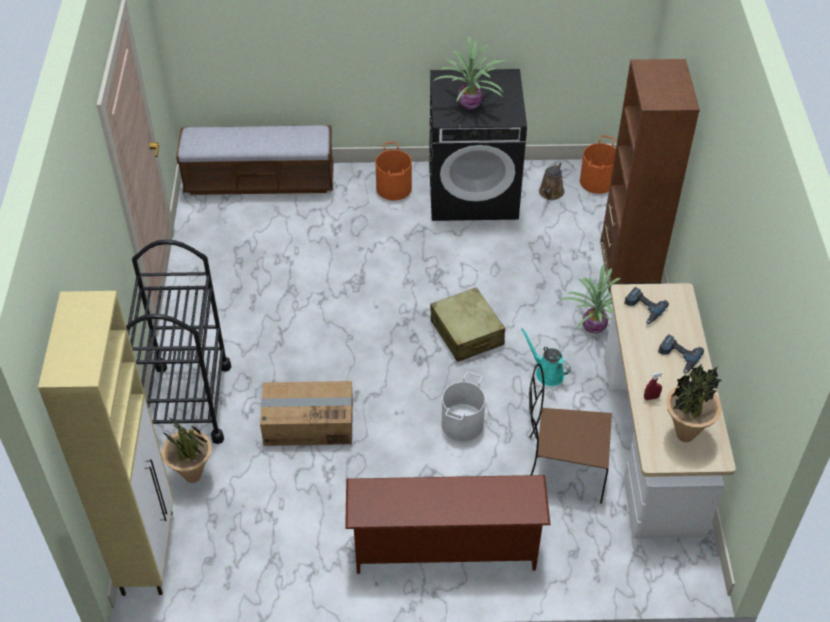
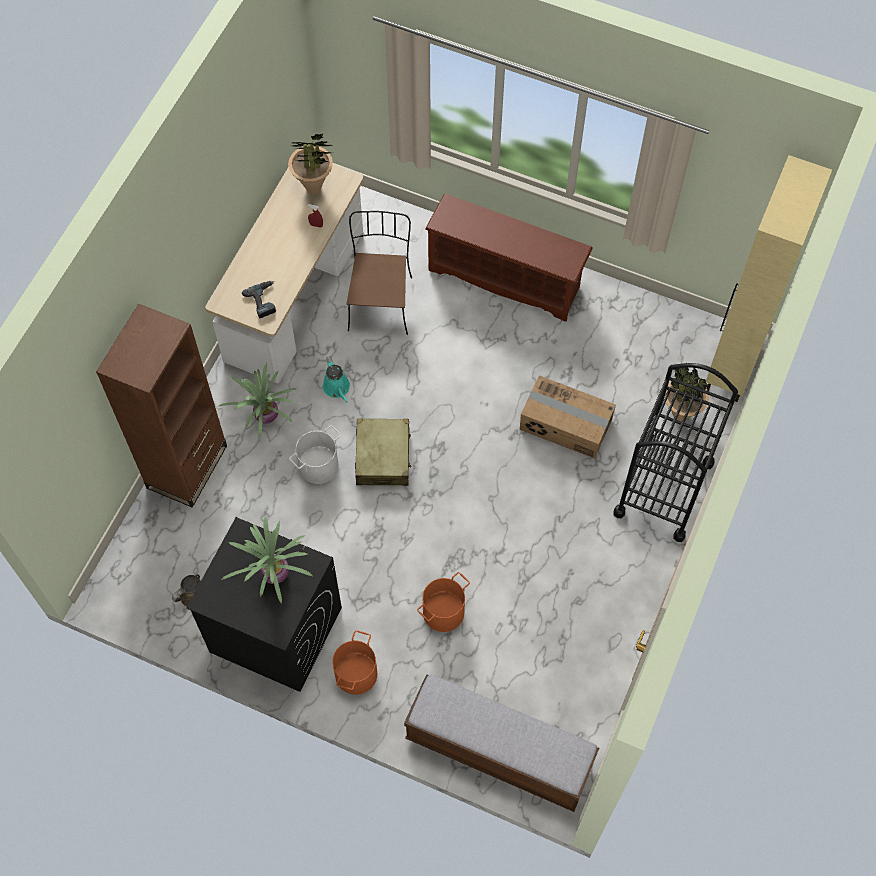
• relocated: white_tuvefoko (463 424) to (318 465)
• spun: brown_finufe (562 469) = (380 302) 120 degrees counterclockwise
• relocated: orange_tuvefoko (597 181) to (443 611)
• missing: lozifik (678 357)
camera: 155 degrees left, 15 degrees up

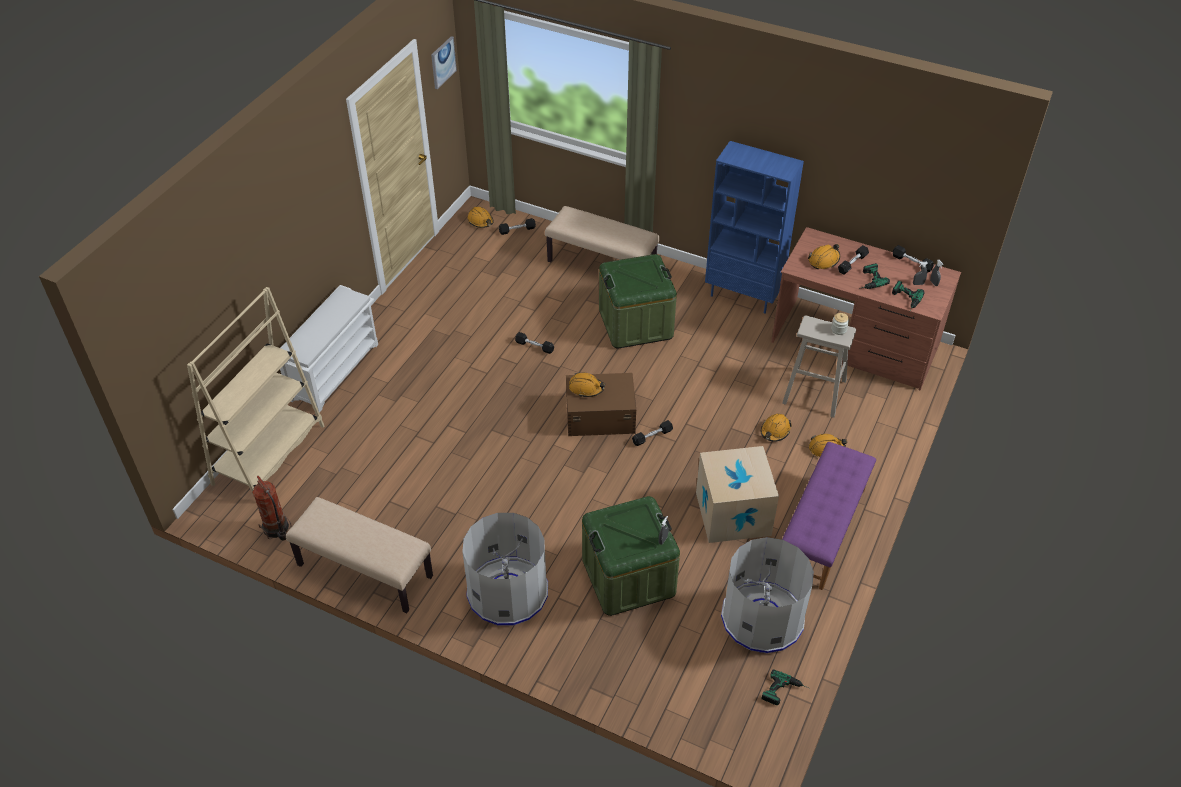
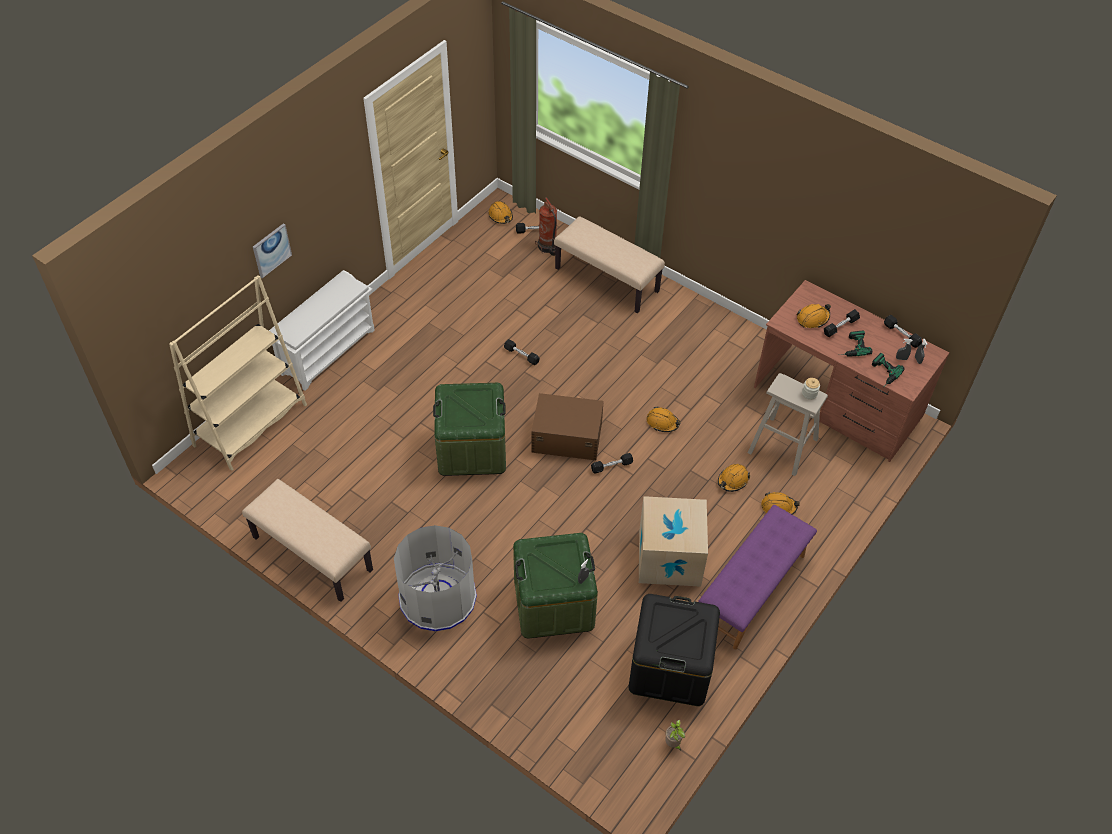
• relocated: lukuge (443 62) to (271 250)
• relocated: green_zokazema (635 323) to (472 449)
• relocated: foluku (276 529) to (547 247)
• exchanged: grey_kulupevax (762 618) to black_zokazema (670 667)
• relocated: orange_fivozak (586 388) to (662 422)
• exchanged: lozifik (785 692) to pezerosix (673 744)
• missing: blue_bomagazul (743 296)
camera: 10 degrees right, 5 degrees up

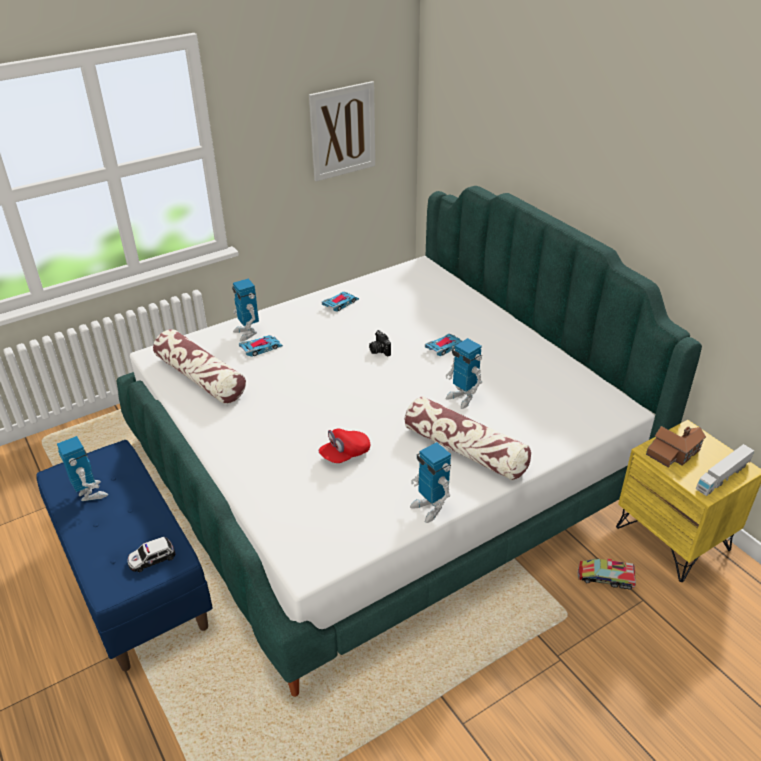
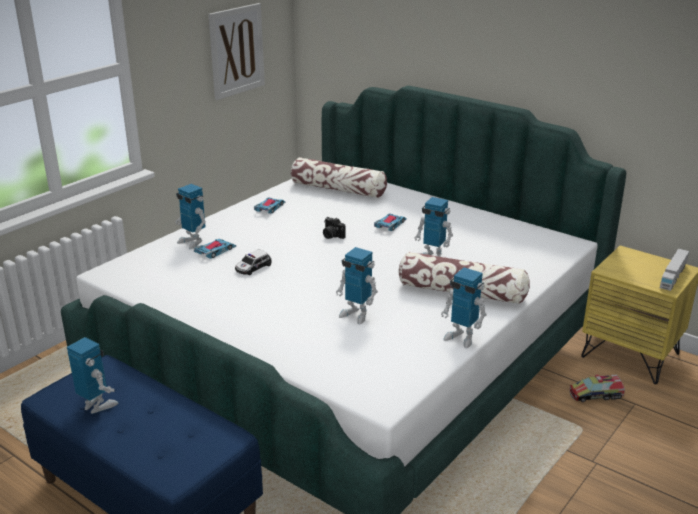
• relocated: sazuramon (151 558) to (253 268)
• relocated: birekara (201 378) to (338 189)
• exchanged: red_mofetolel (345 454) to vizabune (356 314)
• missing: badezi (673 452)
camera: 20 degrees left, 10 degrees down

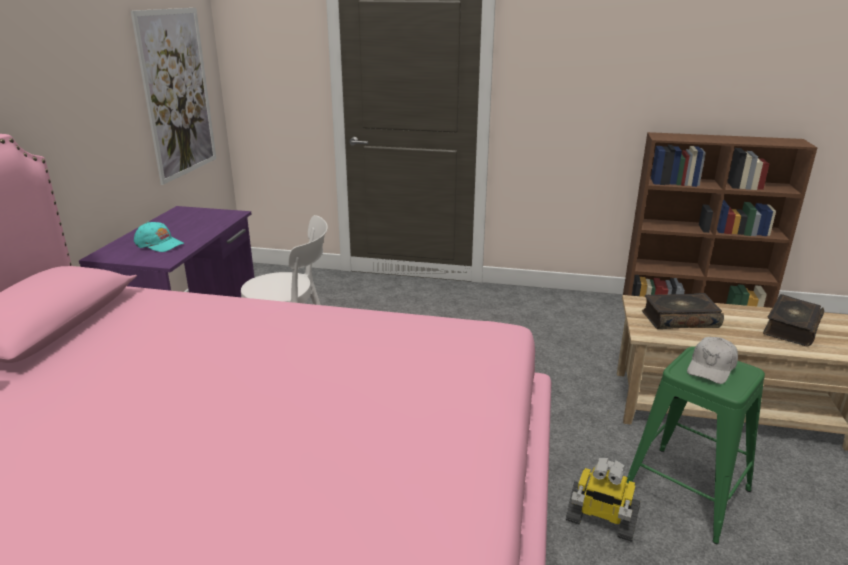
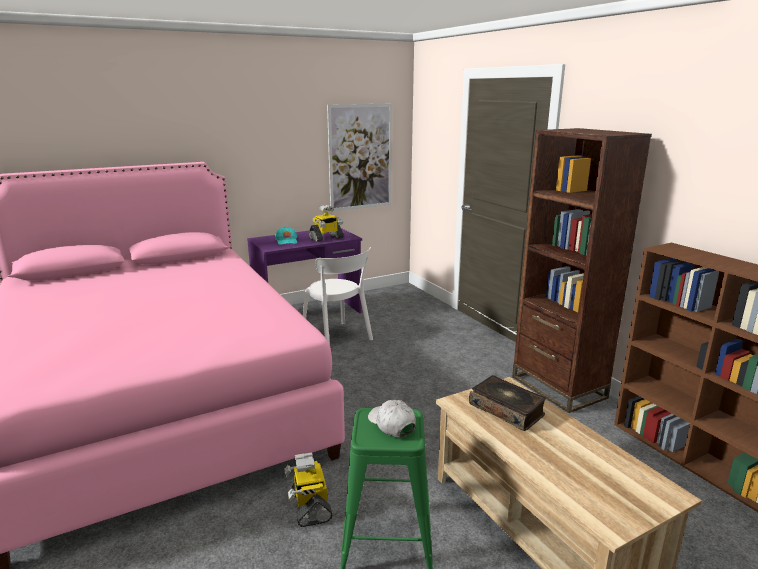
• appeared: vizabune (326 238)
• spun: white_mofetolel (711 368) = (392 424) 60 degrees clockwise
• appeared: brown_bomagazul (558 387)
• missing: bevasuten (790 328)
camera: 50 degrees right, 5 degrees down

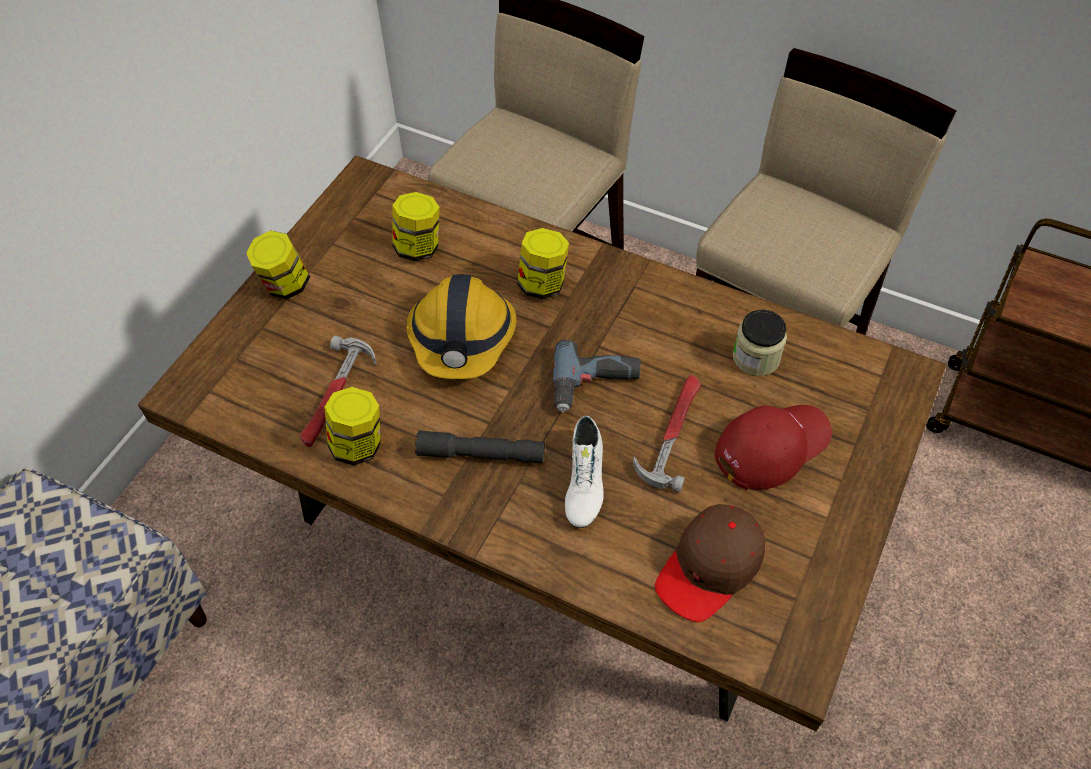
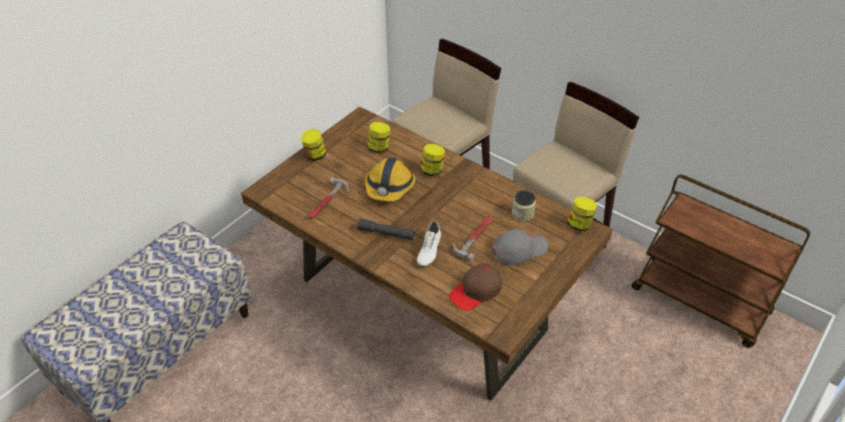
• colour: red_mofetolel (771 446) to grey_mofetolel (519 249)
• relocated: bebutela (358 444) to (579 224)
• missing: lozifik (595 385)
camera: 10 degrees right, 10 degrees down

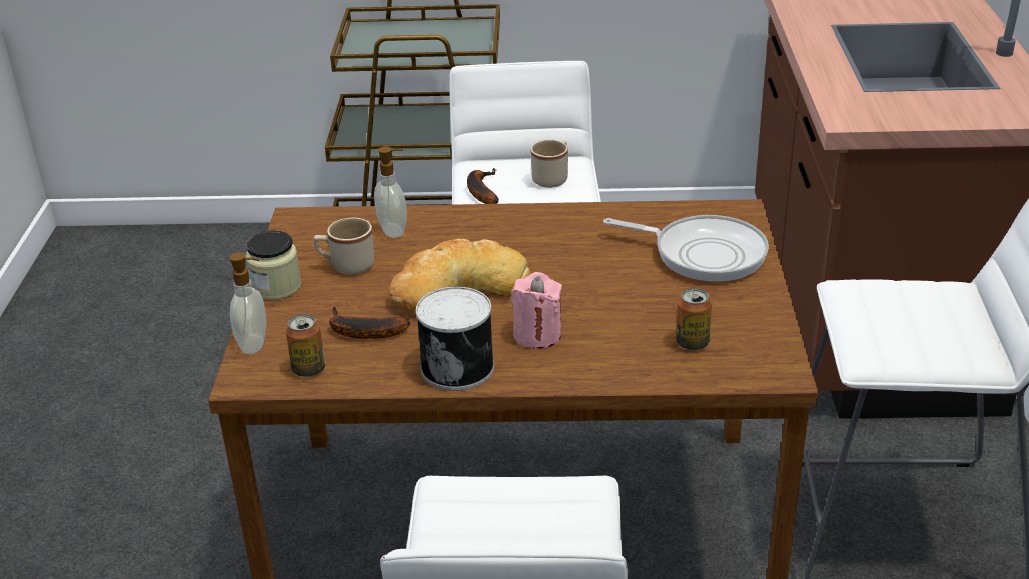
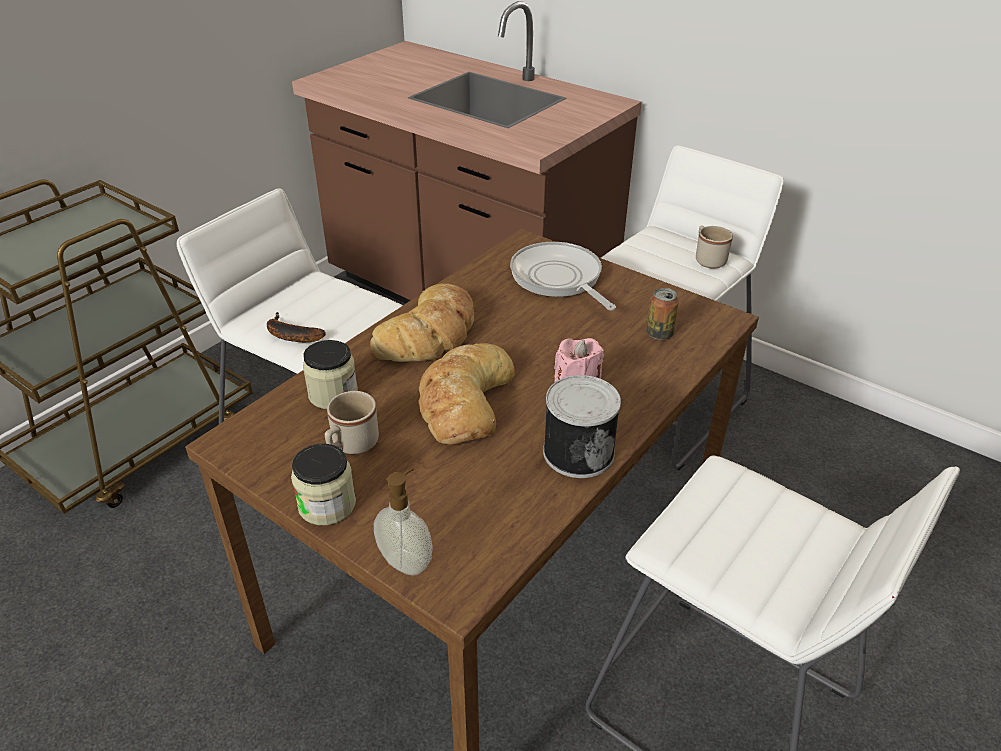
• exchanged: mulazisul (394 230) to bebutela (333 394)
• appeared: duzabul (430 333)
• spun: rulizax (703 254) = (558 279) 90 degrees counterclockwise
• relocated: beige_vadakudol (552 178) to (708 259)
• missing: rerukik (308 369)
• missing: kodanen (361 332)
camera: 55 degrees left, 5 degrees up

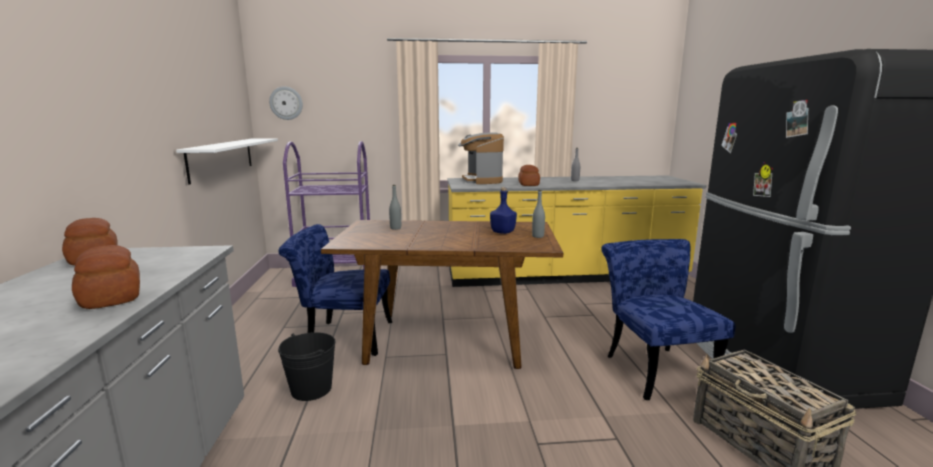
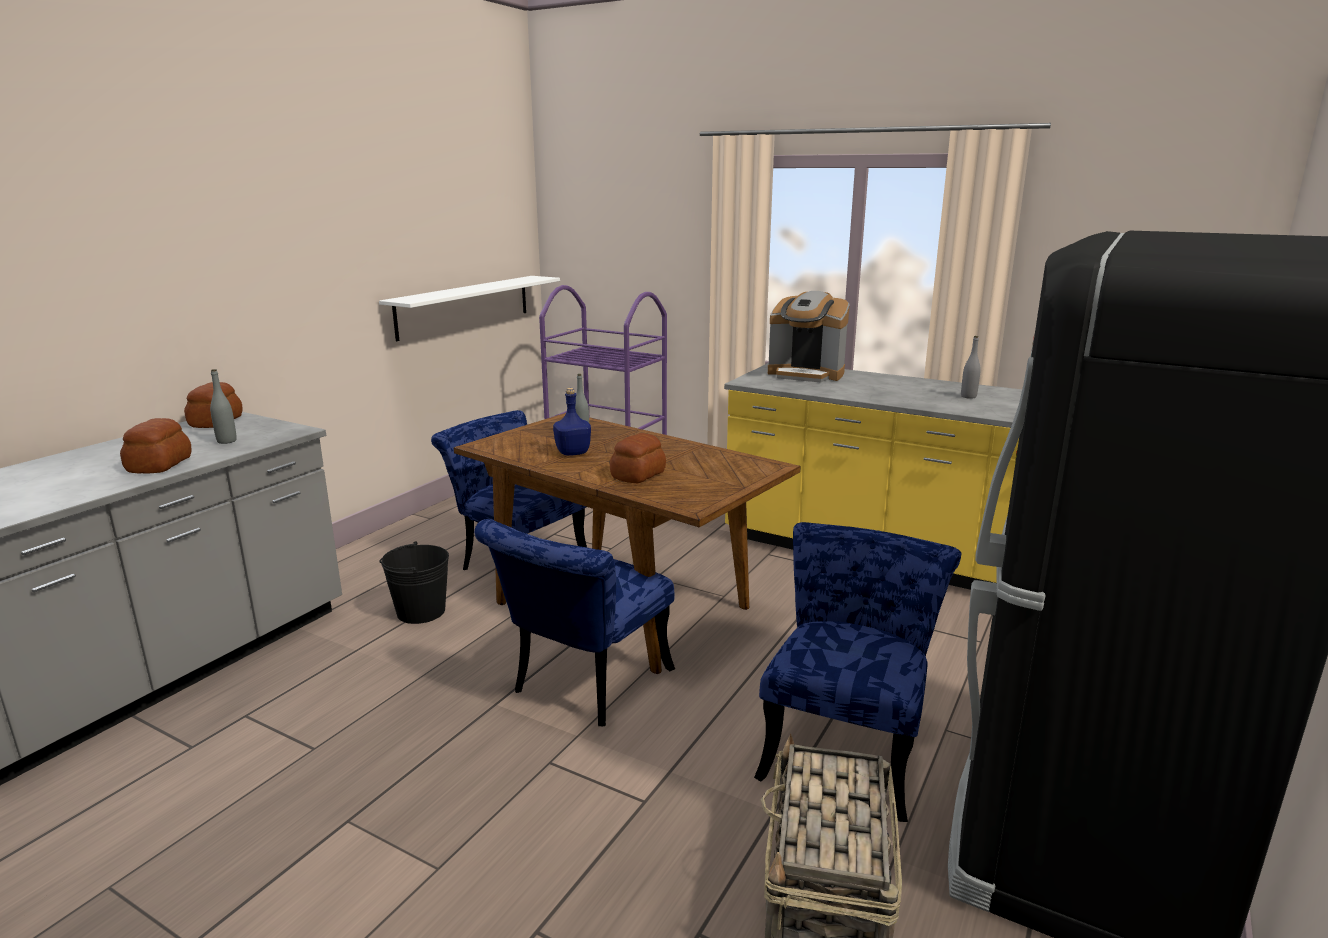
• relocated: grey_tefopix (538 236) to (227 441)
• appeared: blue_finufe (583 686)
• relocated: blue_tefopix (502 232) to (572 452)
• relocated: duzabul (529 184) to (639 475)
• spun: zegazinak (481 181) = (806 374) 90 degrees counterclockwise
• missing: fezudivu (286 103)
camera: 35 degrees right, 5 degrees up

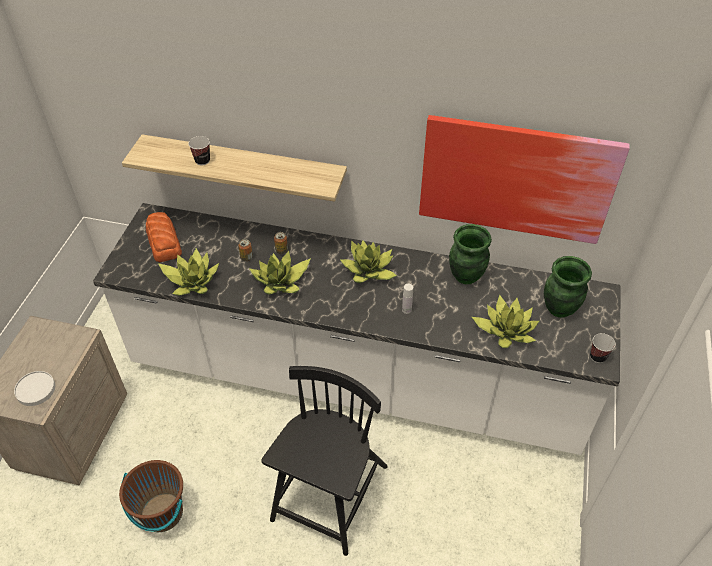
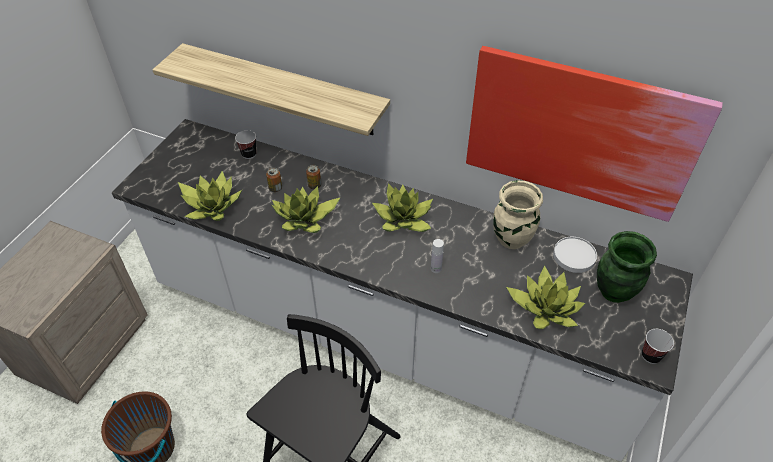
• relocated: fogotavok (202 161) to (249 154)
• colour: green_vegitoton (465 276) to beige_vegitoton (511 239)
• relocated: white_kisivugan (36 389) to (574 256)
• missing: duzabul (164 241)
camera: 10 degrees right, 0 degrees up

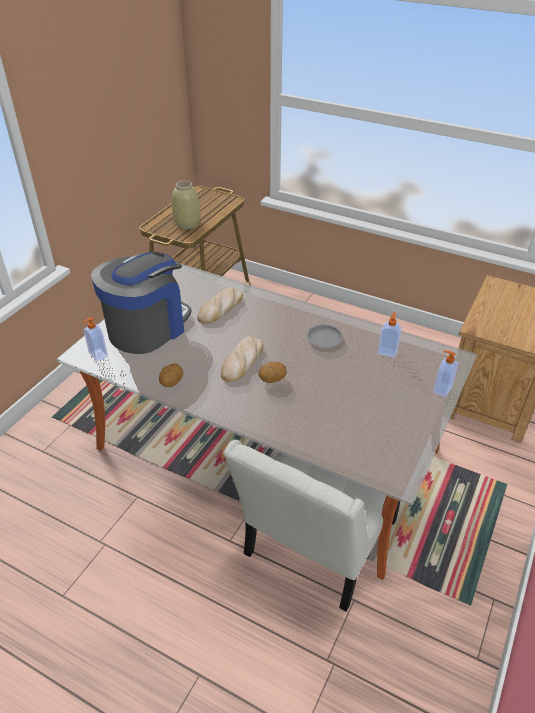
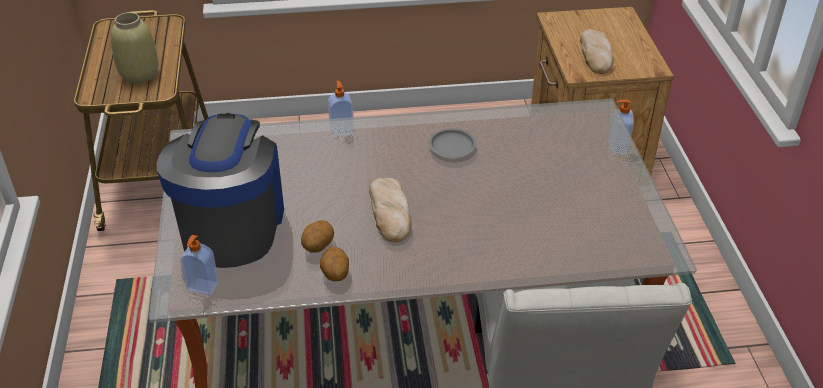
• relocated: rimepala (272 379) to (318 246)
• relocated: mulazisul (387 351) to (341 131)
• relocated: duzabul (220 308) to (596 54)
camera: 35 degrees left, 0 degrees up

